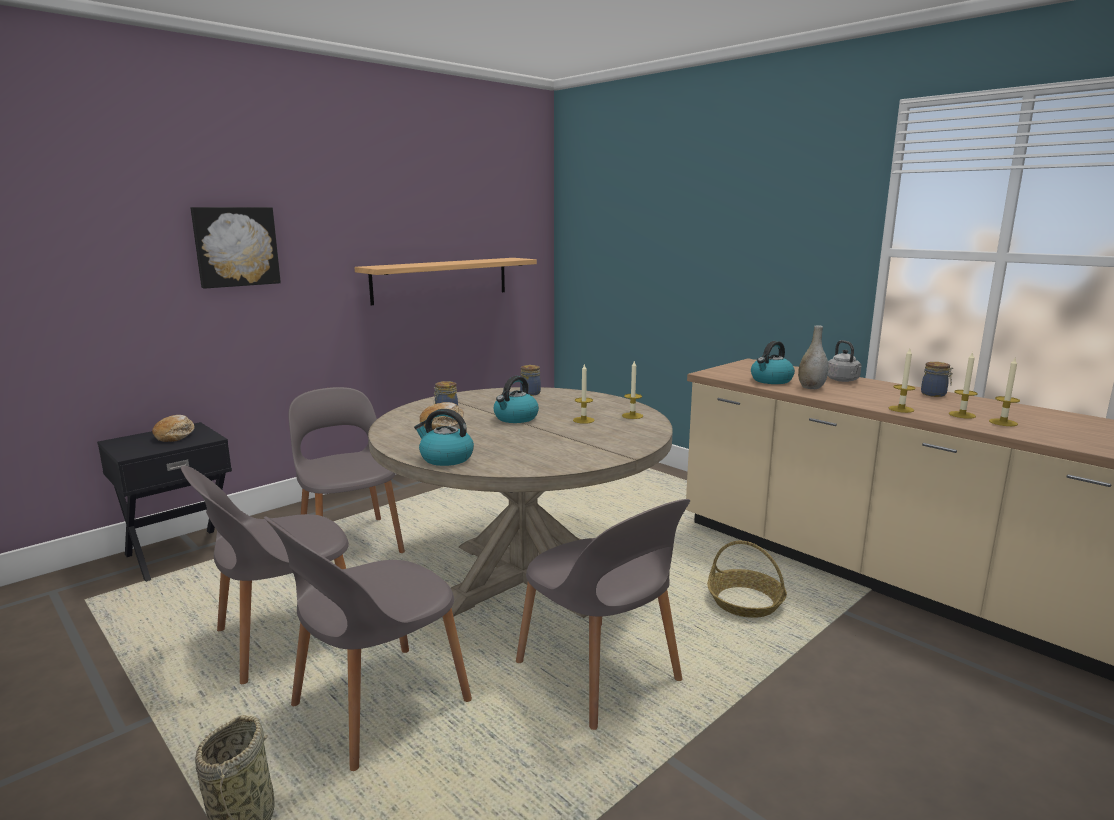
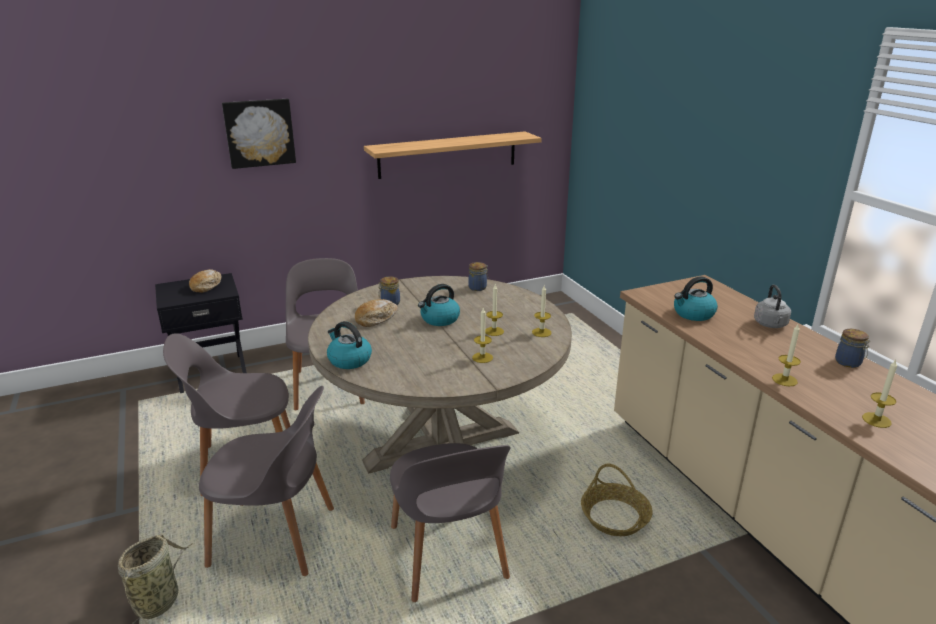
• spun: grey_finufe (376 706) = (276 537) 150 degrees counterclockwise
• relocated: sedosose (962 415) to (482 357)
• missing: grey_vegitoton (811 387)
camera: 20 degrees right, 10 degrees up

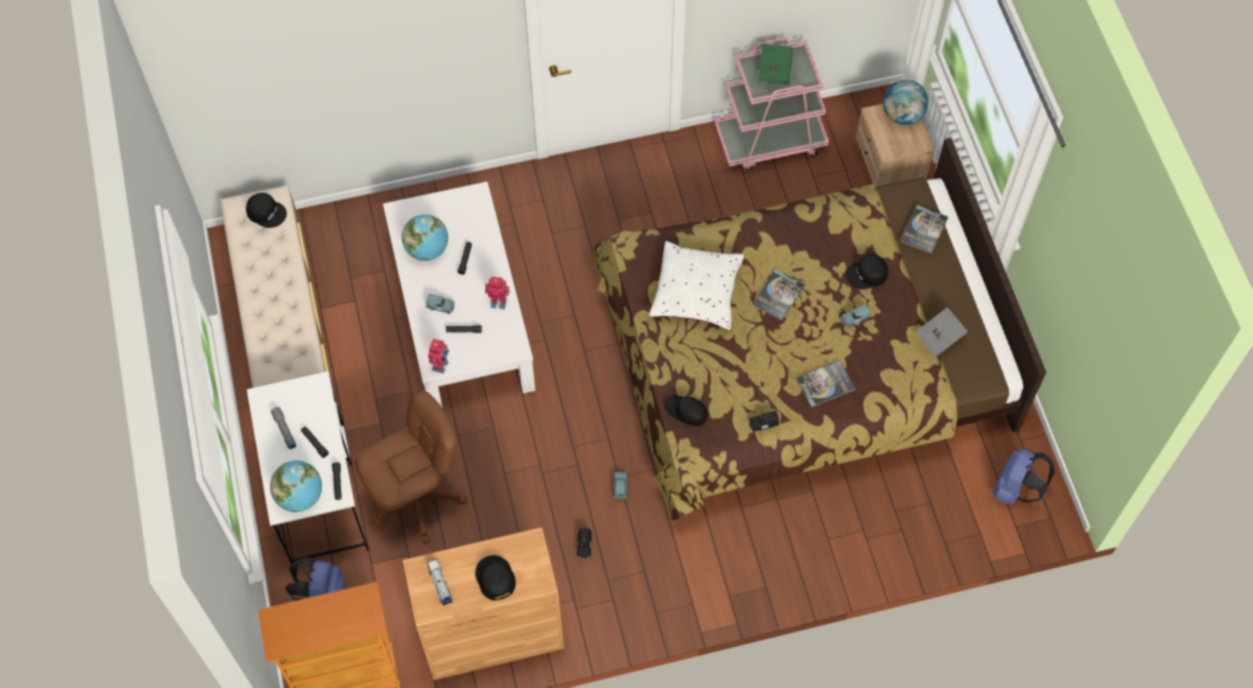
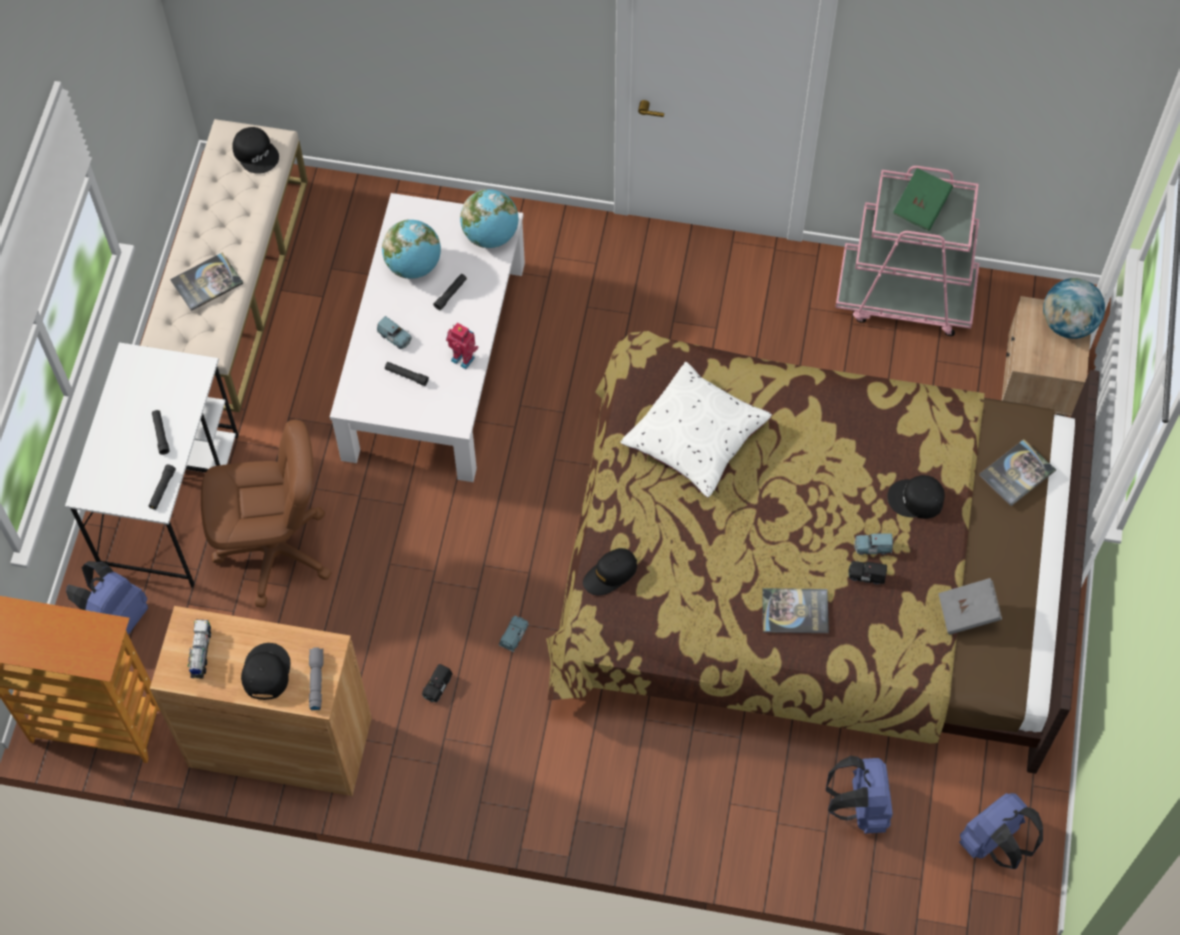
• relocated: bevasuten (778 295) to (207 282)
• relocated: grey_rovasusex (284 429) to (316 680)
• relocated: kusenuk (300 496) to (491 235)
• spun: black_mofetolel (686 411) = (610 574) 90 degrees counterclockwise
• appeared: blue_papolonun (859 807)
• relocated: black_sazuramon (763 423) to (866 575)
• missing: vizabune (441 366)
camera: 25 degrees right, 0 degrees up

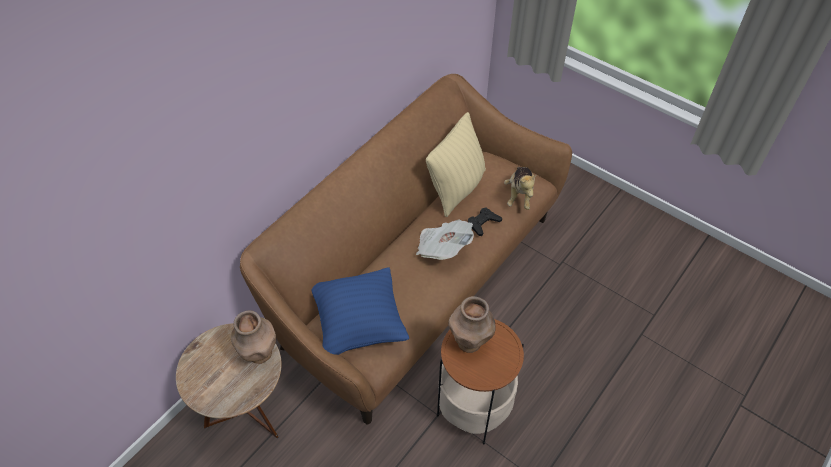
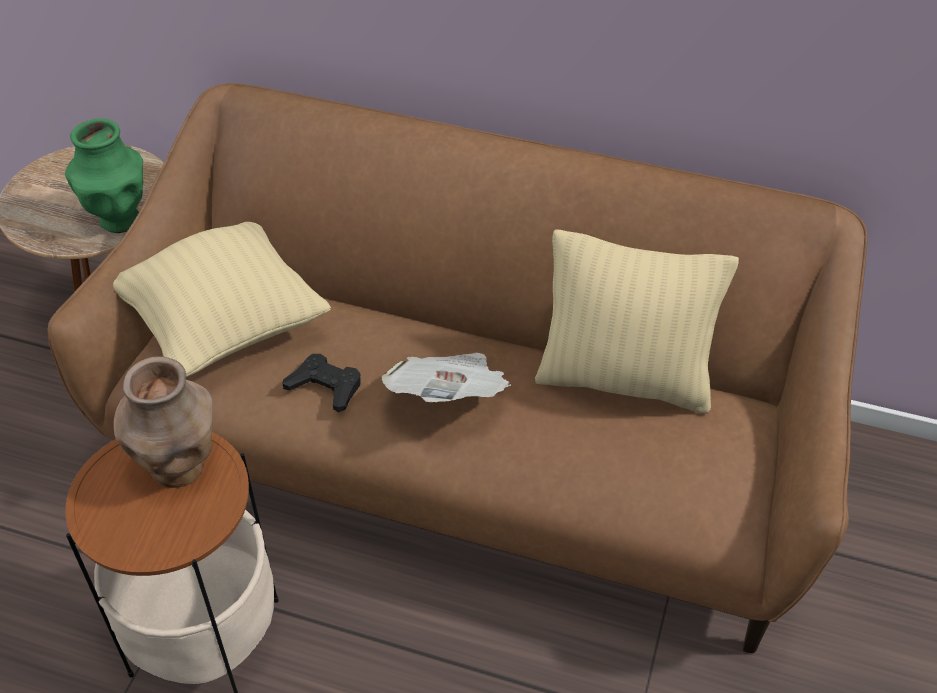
• colour: brown_vegitoton (259 353) to green_vegitoton (120 219)
• colour: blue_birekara (359 324) to beige_birekara (224 327)
• relocated: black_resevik (483 223) to (325 387)
• missing: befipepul (519 195)
camera: 70 degrees right, 5 degrees down

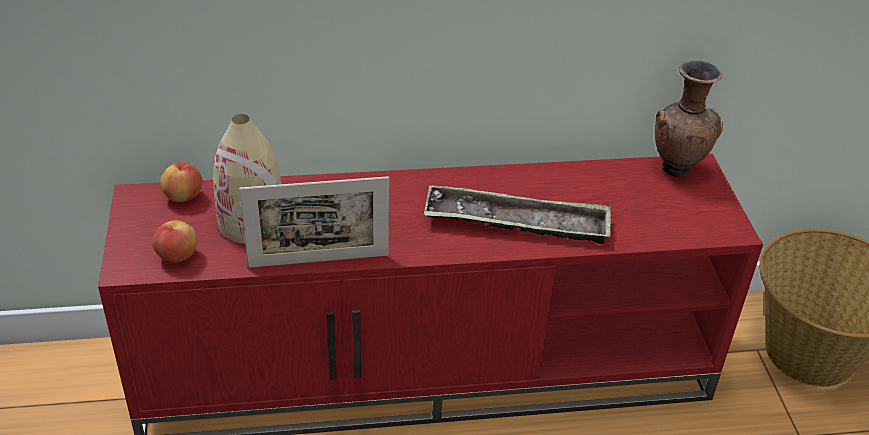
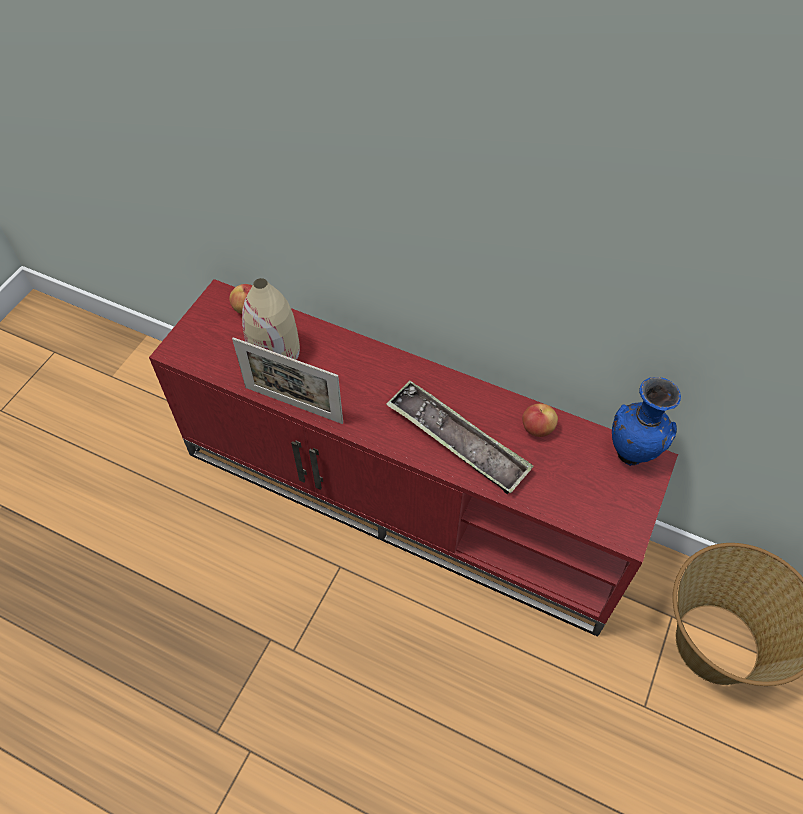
• relocated: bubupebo (177 256) to (537 428)
• colour: brown_vegitoton (677 168) to blue_vegitoton (632 454)
camera: 35 degrees right, 15 degrees up

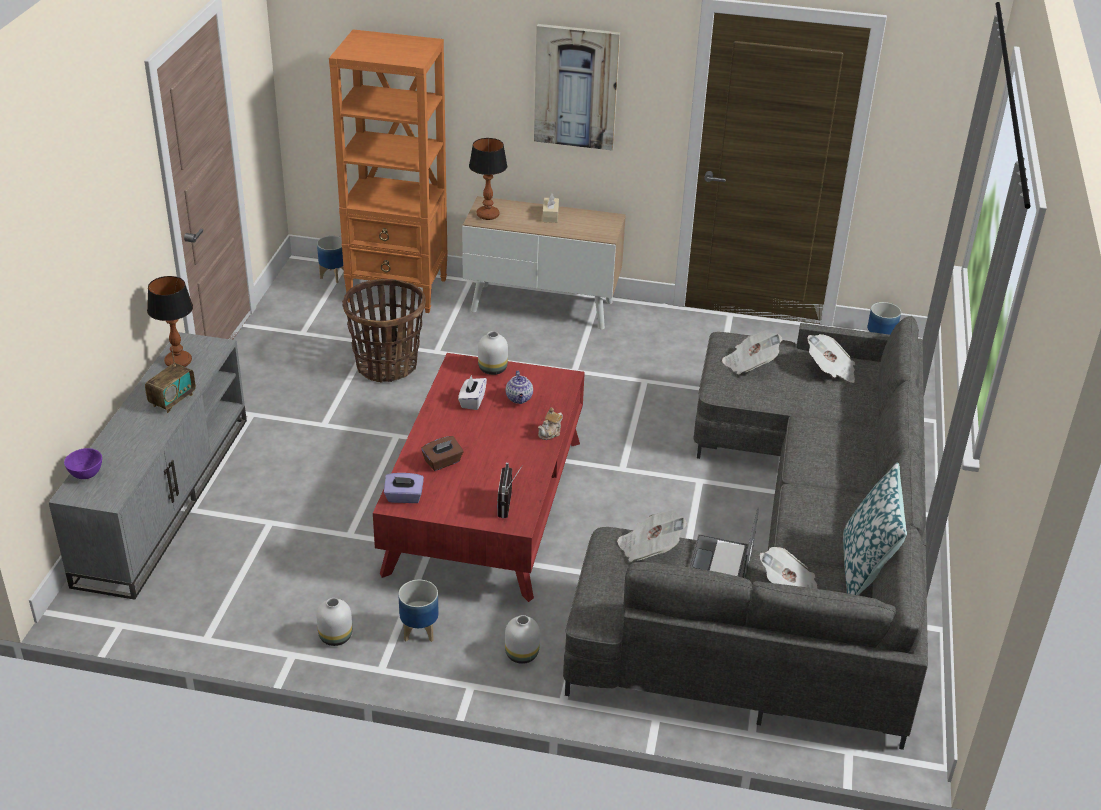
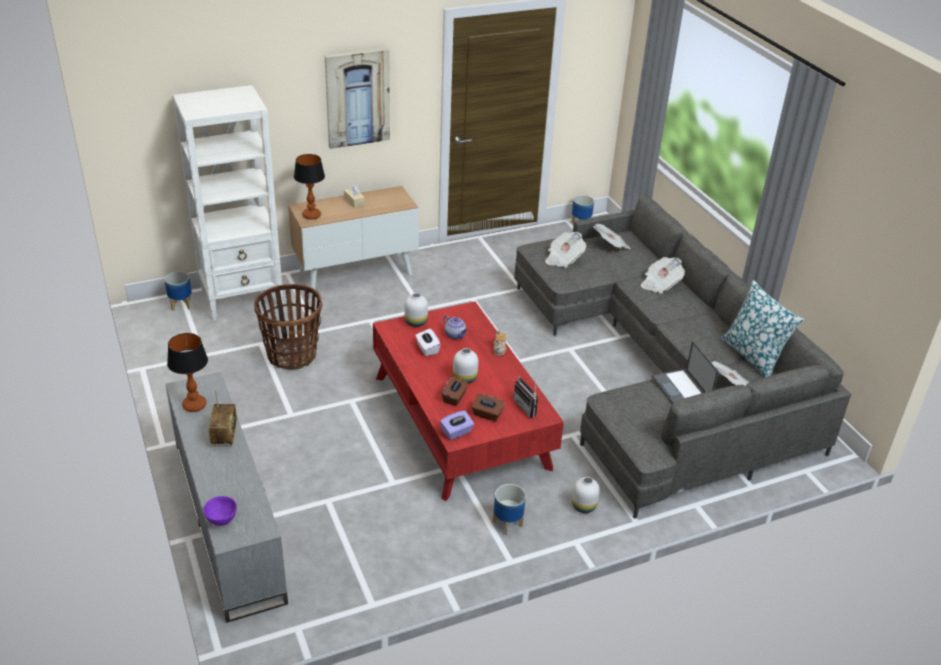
• colour: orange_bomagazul (398 291) to white_bomagazul (243 298)
• relocated: white_vegitoton (334 637) to (464 379)
• appeared: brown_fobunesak (487 414)
• relocated: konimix (649 548) to (660 284)
camera: 35 degrees left, 0 degrees up

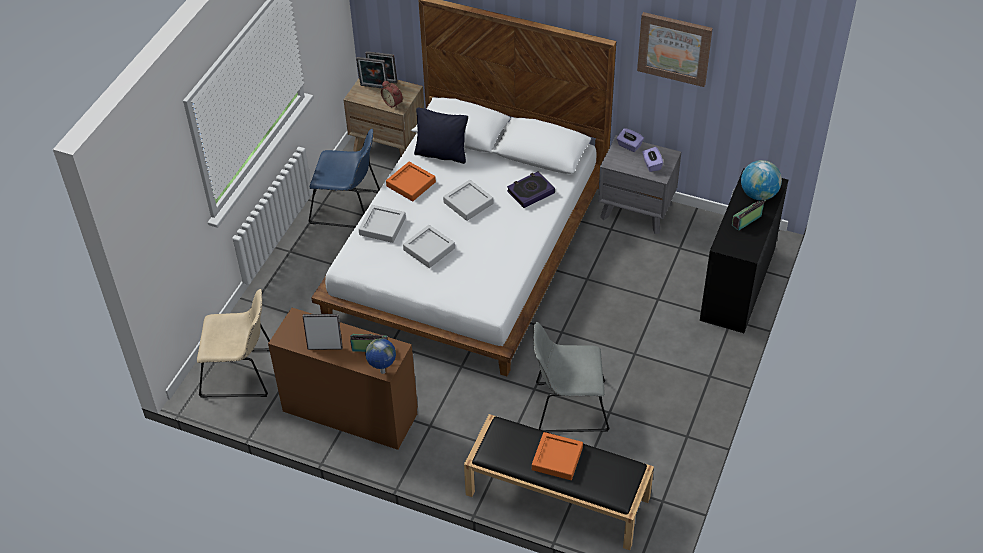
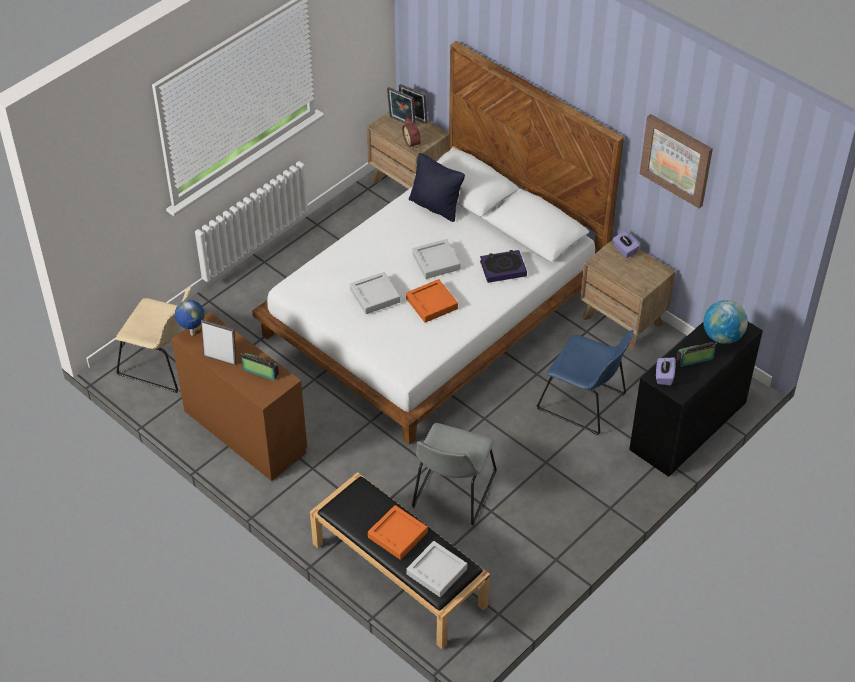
• relocated: kusenuk (382 372) to (192 334)
• relocated: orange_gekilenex (411 184) to (431 304)
• relocated: grey_gekilenex (382 226) to (436 571)
• spun: grey_finufe (567 407) = (452 493) 90 degrees counterclockwise
• relocated: blue_finufe (348 208) to (585 403)
• colour: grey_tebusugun (636 211) to brown_tebusugun (623 320)
• relocated: purple_fobunesak (651 165) to (664 376)
camera: 20 degrees right, 0 degrees up

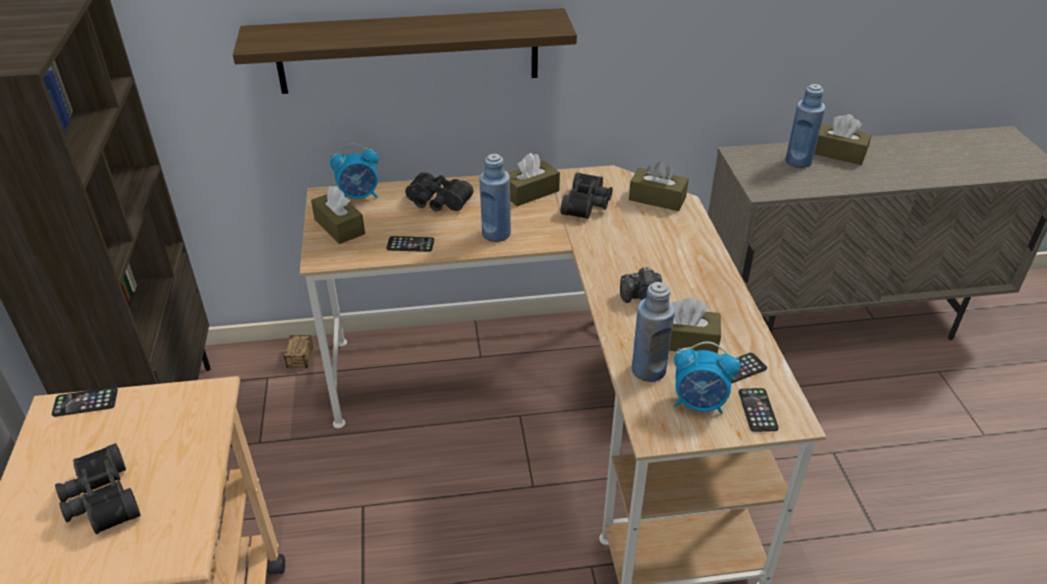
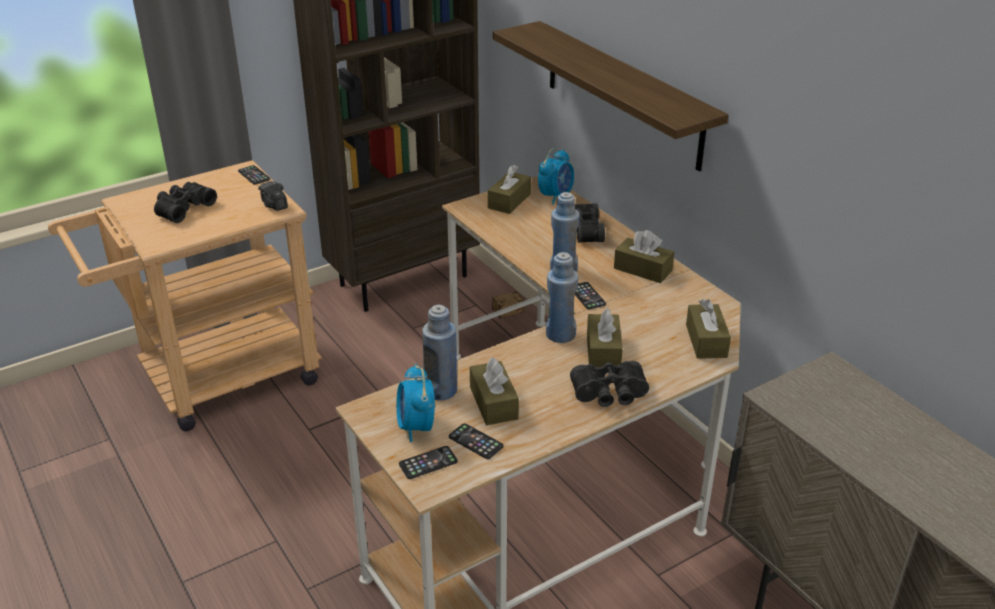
• relocated: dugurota (641 296) to (274 205)
• spun: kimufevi (359 196) = (556 196) 105 degrees counterclockwise
• relocated: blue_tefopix (798 161) to (560 334)
• relocated: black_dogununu (588 204) to (610 395)
• relocated: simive (410 244) to (587 296)
• relocated: brown_fobunesak (838 153) to (603 351)
camera: 65 degrees right, 5 degrees down

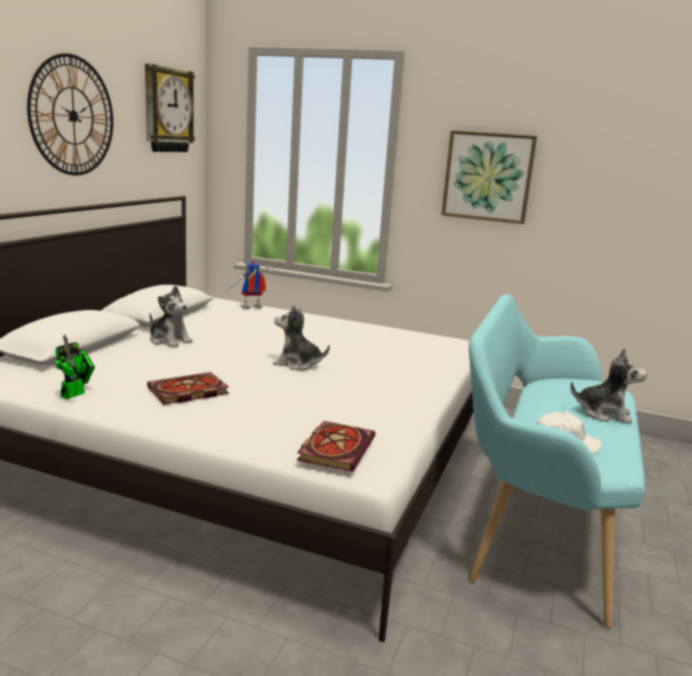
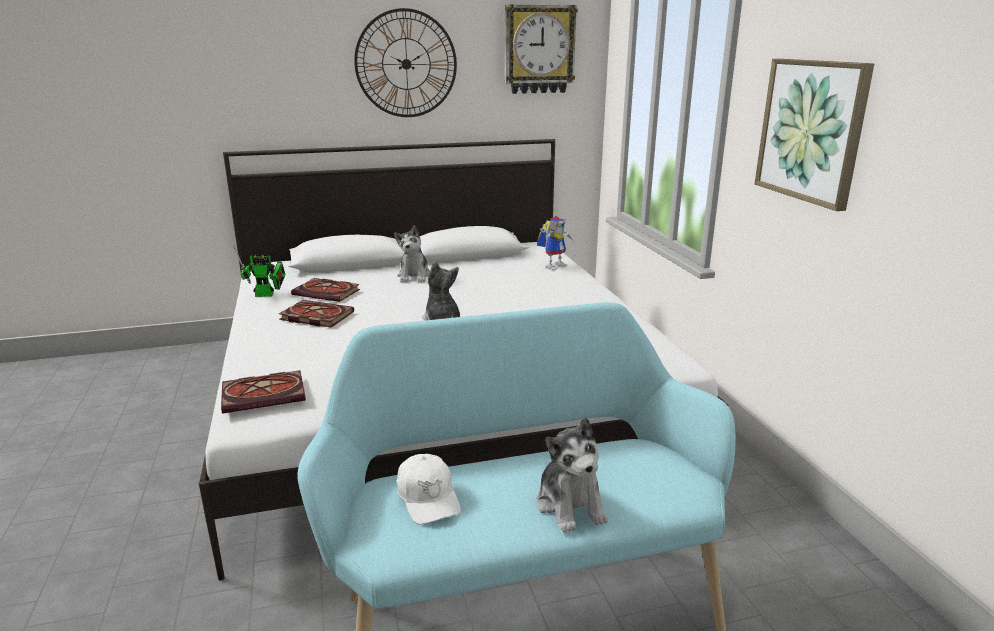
• appeared: bevasuten (328 292)
• spun: vizabune (250 308) = (554 265) 105 degrees clockwise
camera: 55 degrees right, 5 degrees up

